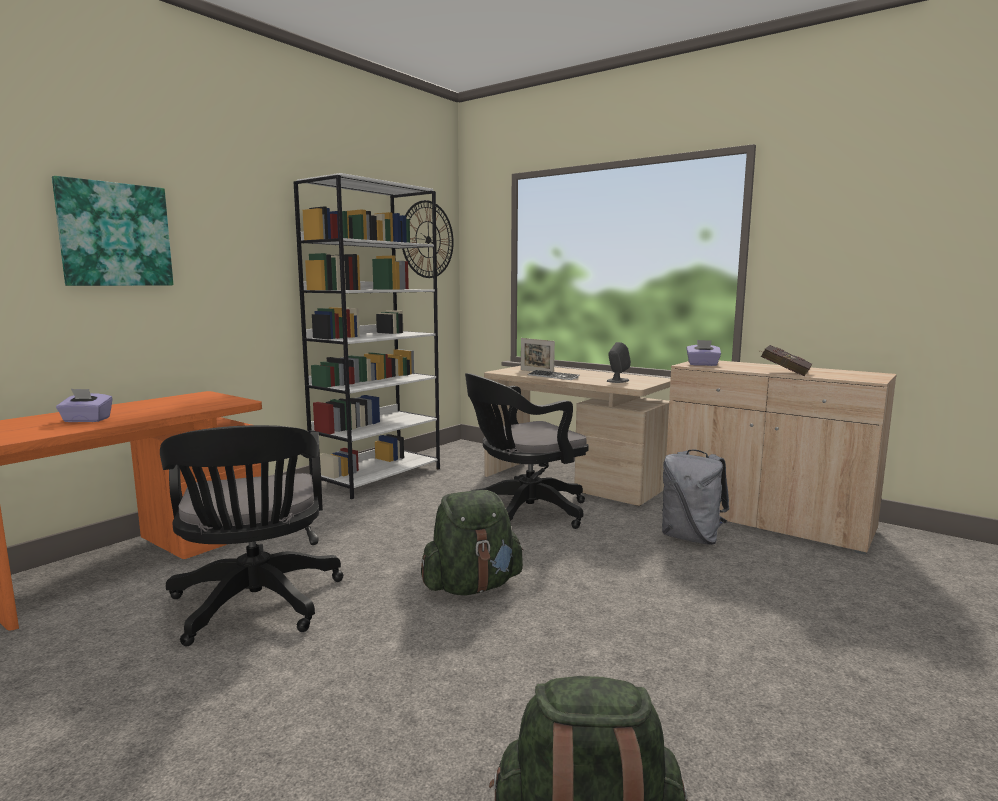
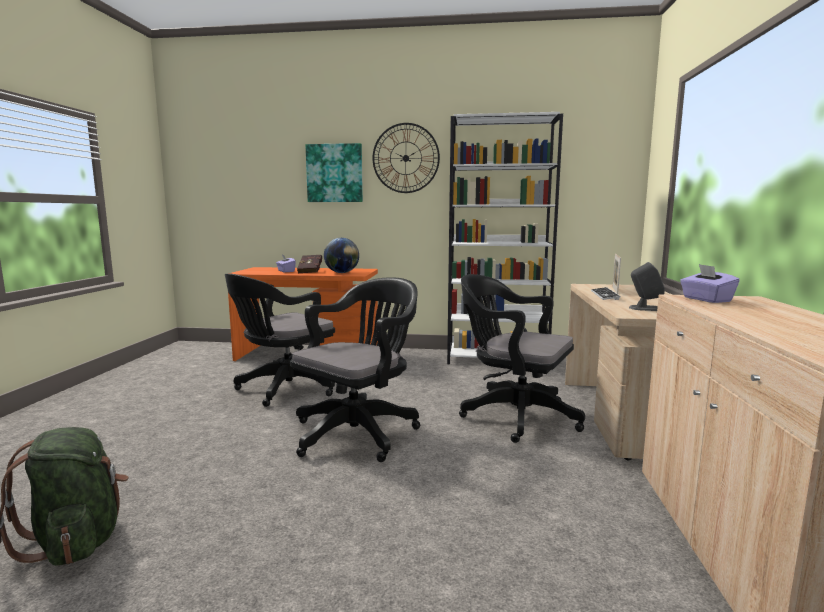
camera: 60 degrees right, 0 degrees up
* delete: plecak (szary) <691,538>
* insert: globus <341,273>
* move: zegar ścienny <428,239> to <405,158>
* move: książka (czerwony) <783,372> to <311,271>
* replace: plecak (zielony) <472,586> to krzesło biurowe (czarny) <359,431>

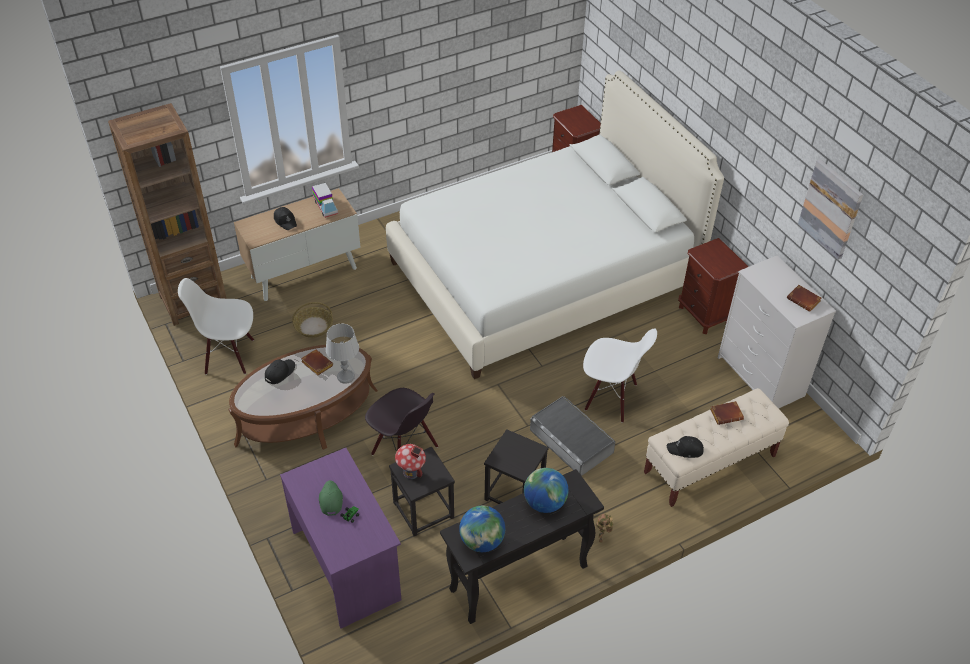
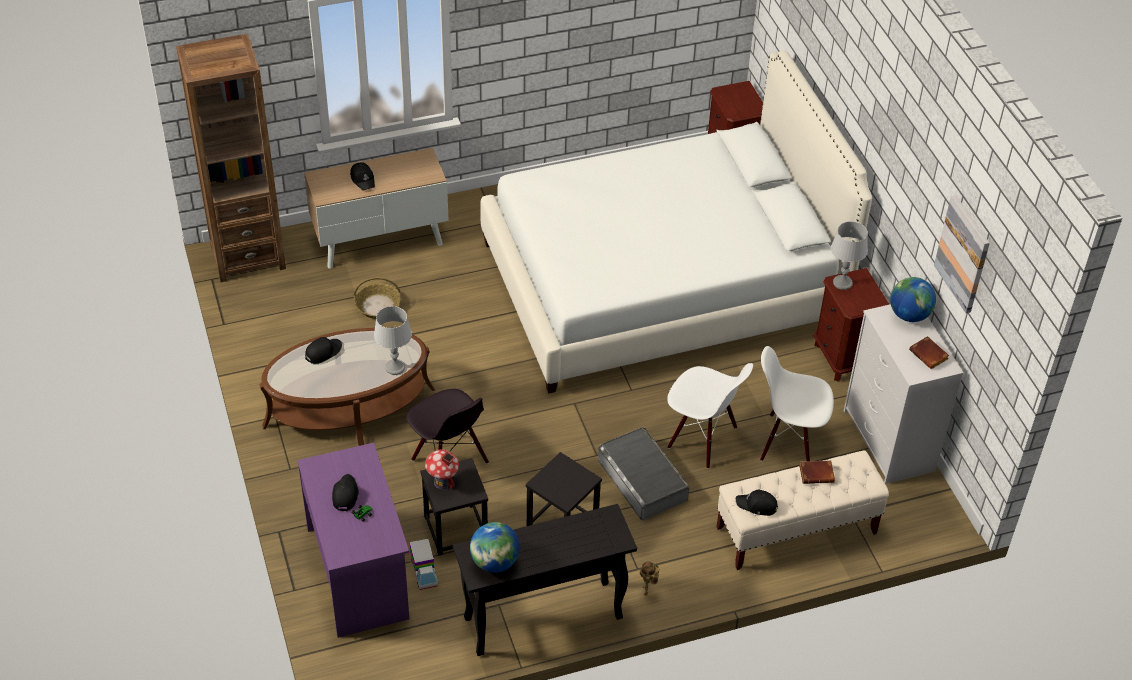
camera: 10 degrees right, 0 degrees up
* delete: książka (brązowy) <316,364>
* insert: lampa stołowa (szary) <842,283>
* move: krzesło (biały) <229,356> to <788,442>
* move: ciężarówka zabawkowa <325,206> to <424,571>
* move: globus <544,503> to <909,315>
* recolor: czapka z daszkiem (zielony) <330,500> to czapka z daszkiem (czarny) <345,495>

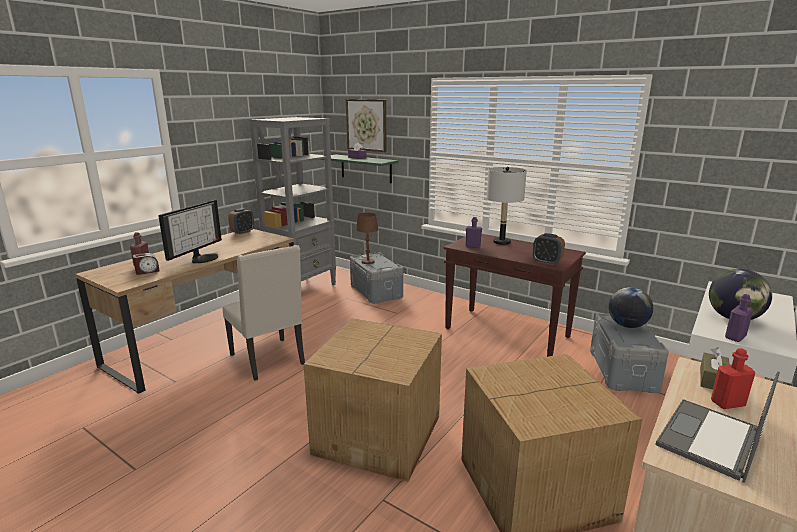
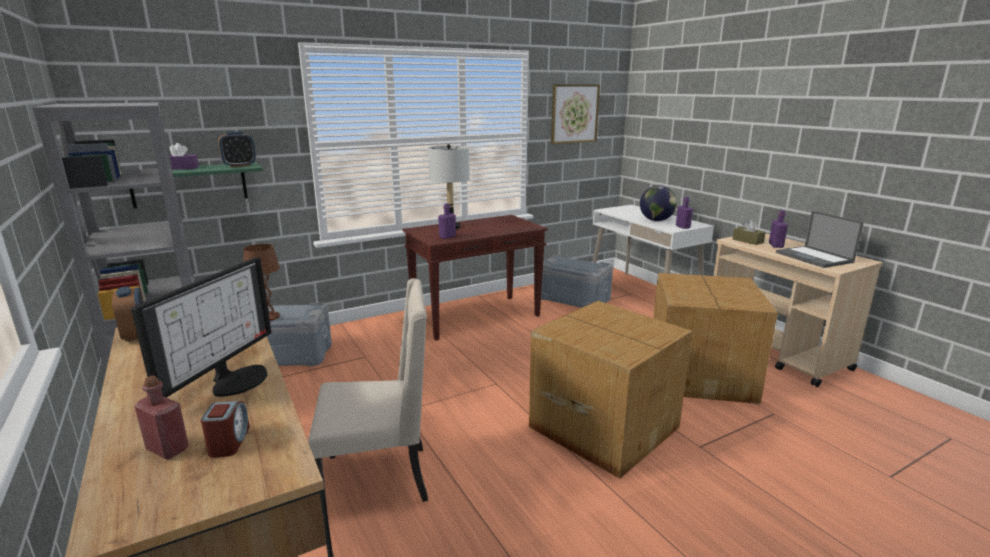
camera: 65 degrees left, 0 degrees up
* delete: globus <627,325>
* move: obraz <366,125> to <574,114>
* move: budzik <547,262> to <239,166>
* recolor: butelka (czerwony) <727,403> to butelka (fioletowy) <775,245>
* rotate: monitor <203,258> = <236,379> 60 degrees clockwise

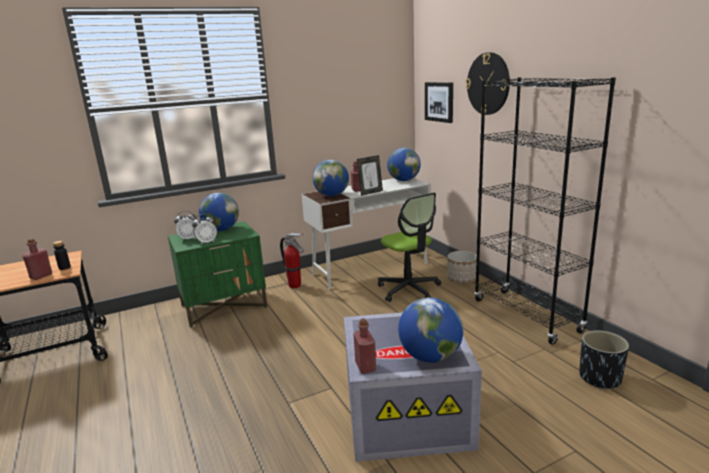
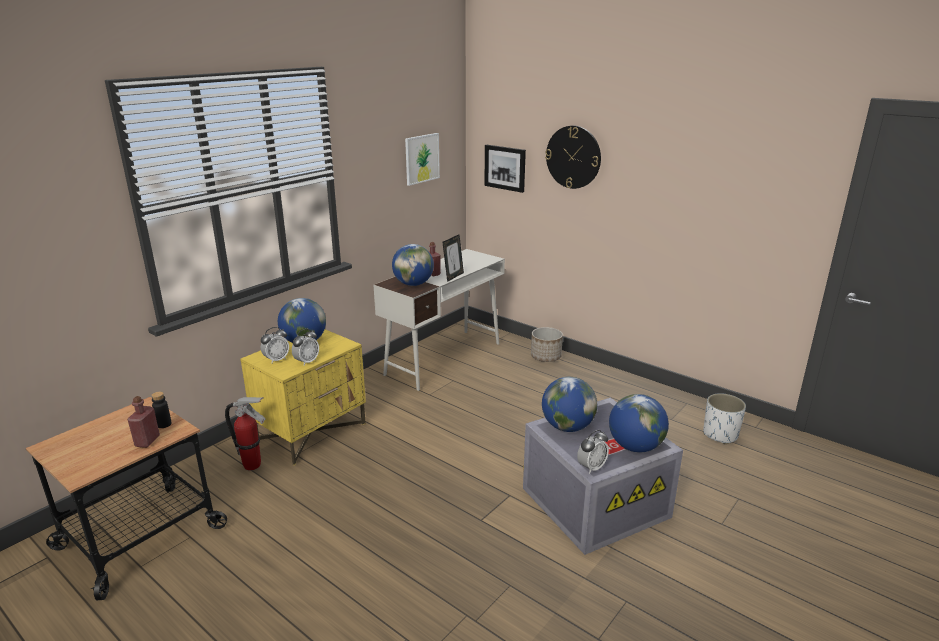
camera: 25 degrees left, 5 degrees up
* delete: krzesło biurowe <409,289>
* delete: regał (czarny) <526,316>
* insert: obraz <422,158>
* move: gaśnica <295,286> to <253,465>
* move: globus <403,180> to <567,427>
* replace: butelka (czerwony) <365,366> to budzik <591,467>
* recolor: szafka nocna (zielony) <224,306> to szafka nocna (żółty) <312,431>
* recolor: donica (czarny) <600,378> to donica (biały) <720,434>

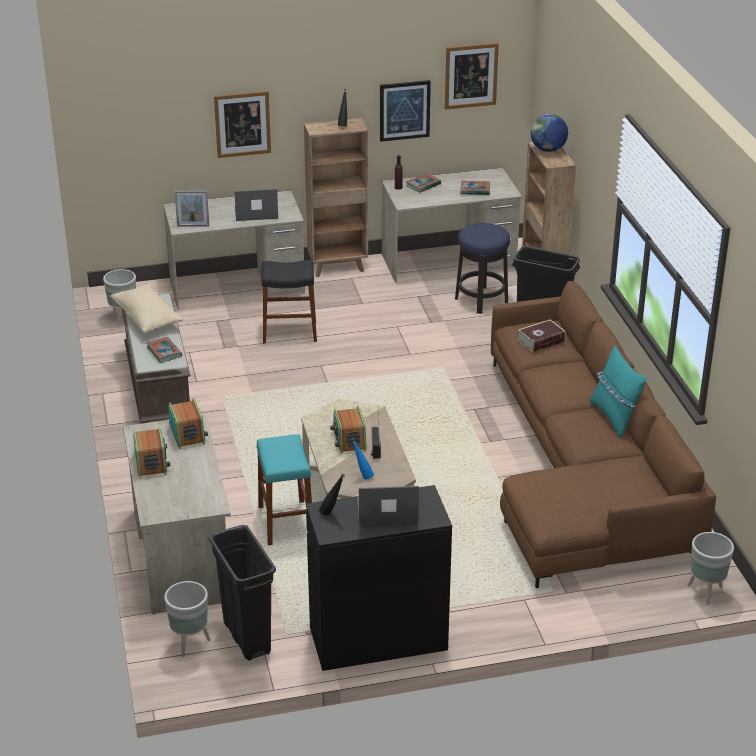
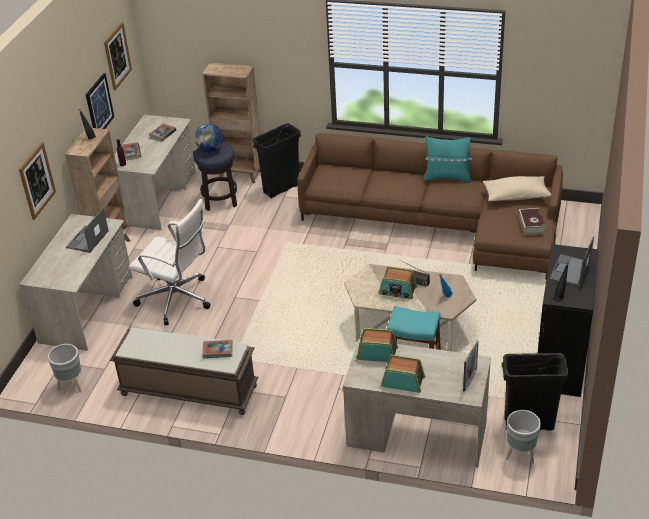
camera: 60 degrees left, 5 degrees up
* delete: donica (szary) <706,592>
* move: poduszka (beżowy) <147,318> to <516,196>
* move: ramka na zdjęcie <193,226> to <470,380>
* move: książka <541,341> to <531,225>
* move: globus <548,150> to <210,150>
* replace: stołek (czarny) <289,332> to krzesło biurowe (biały) <177,300>

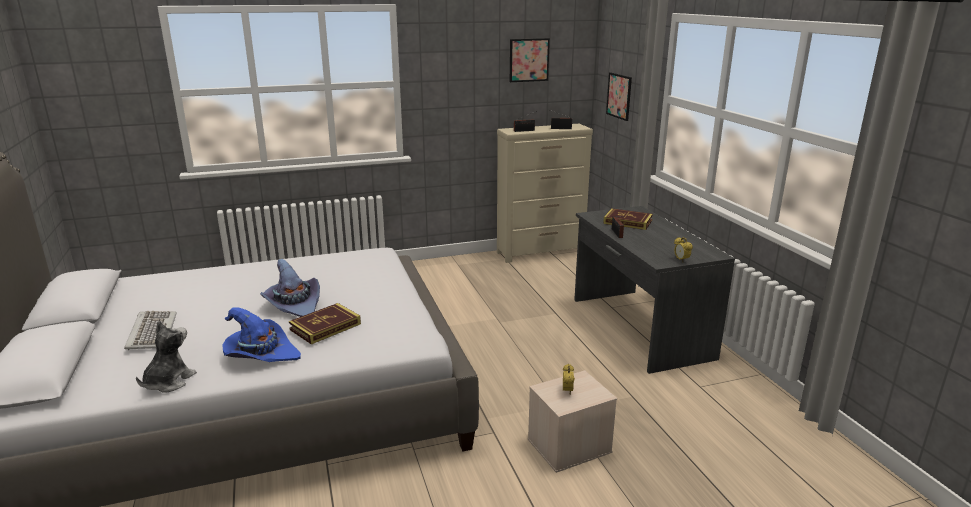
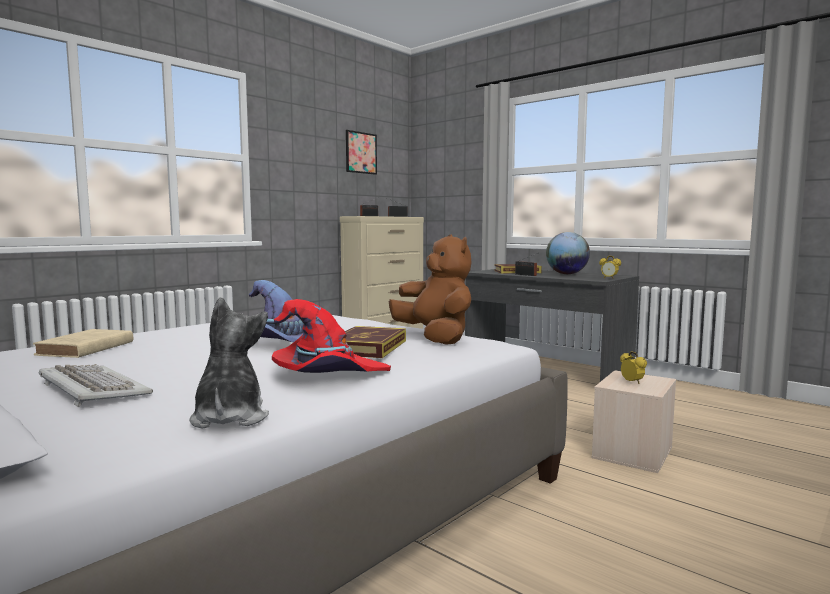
camera: 30 degrees left, 15 degrees down
* delete: obraz <619,96>
* insert: książka (beżowy) <84,349>
* insert: pluszak (brązowy) <435,338>
* insert: globus <566,274>
* recolor: kapelusz (niebieski) <261,354> to kapelusz (czerwony) <327,375>

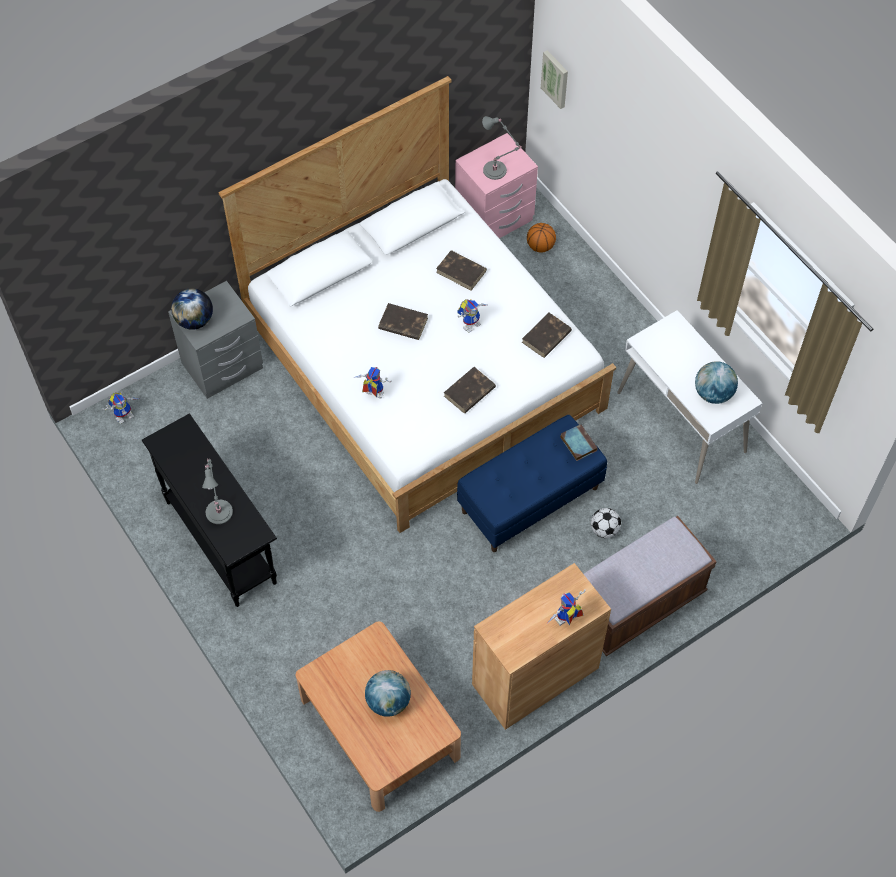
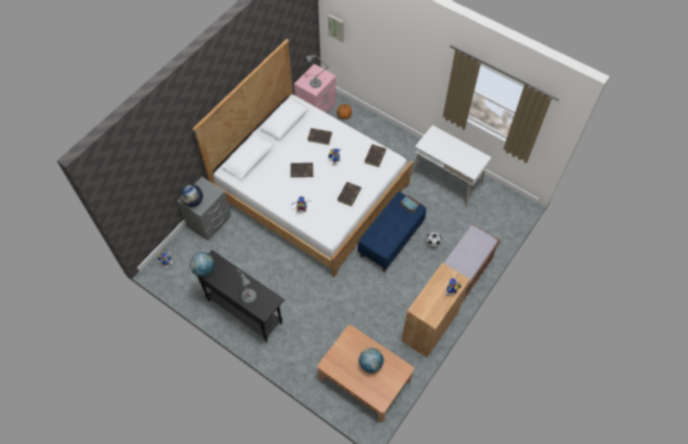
camera: 20 degrees left, 0 degrees up
* move: globus <713,393> to <204,269>

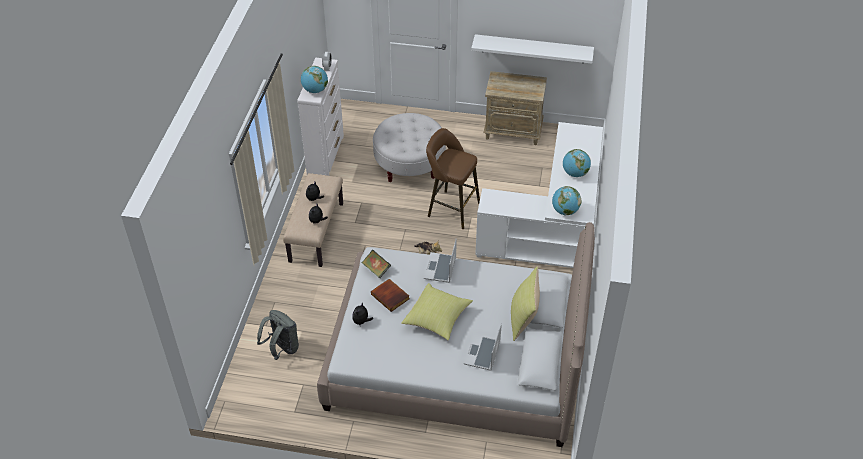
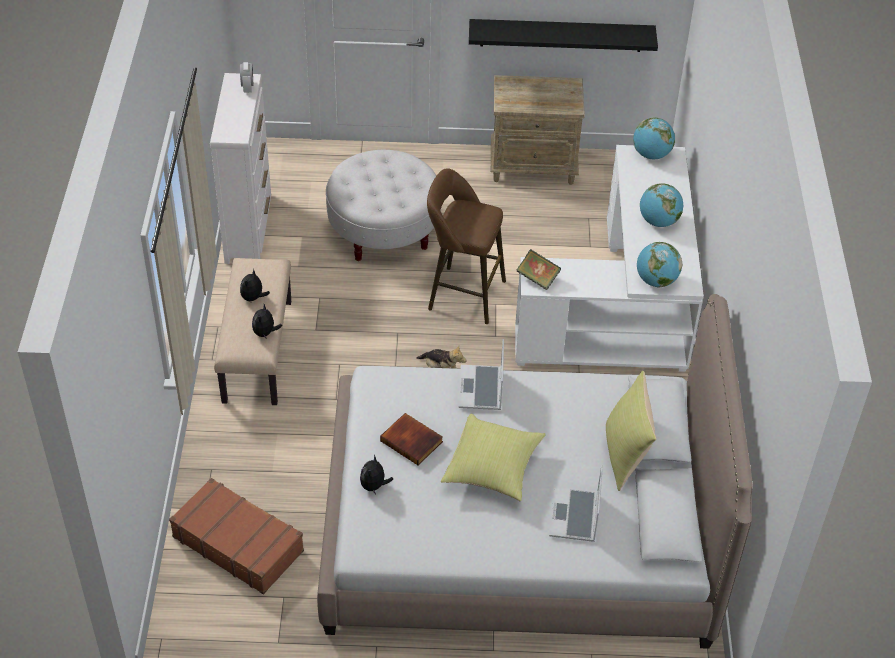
camera: 10 degrees left, 0 degrees up
* move: globus <315,90> to <651,155>
* move: książka <376,269> to <537,278>
* replace: plecak (szary) <282,349> to walizka (brązowy) <238,543>
* recolor: półka (biały) <533,48> to półka (czarny) <561,35>

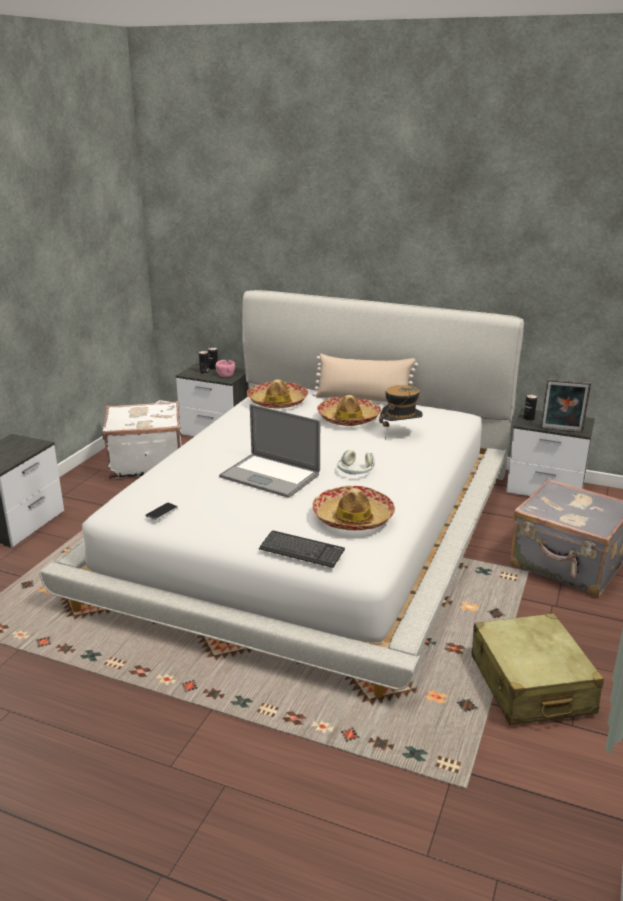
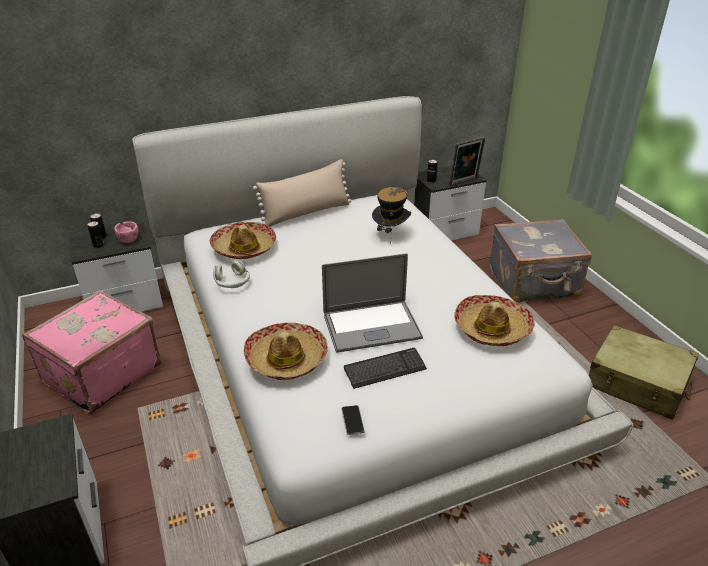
camera: 45 degrees left, 10 degrees up
* move: klawiatura <301,551> to <384,369>
* move: kapelusz <348,418> to <286,358>
* move: słuchawki <355,471> to <232,282>
* recolor: walizka (biały) <146,462> to walizka (różowy) <100,373>

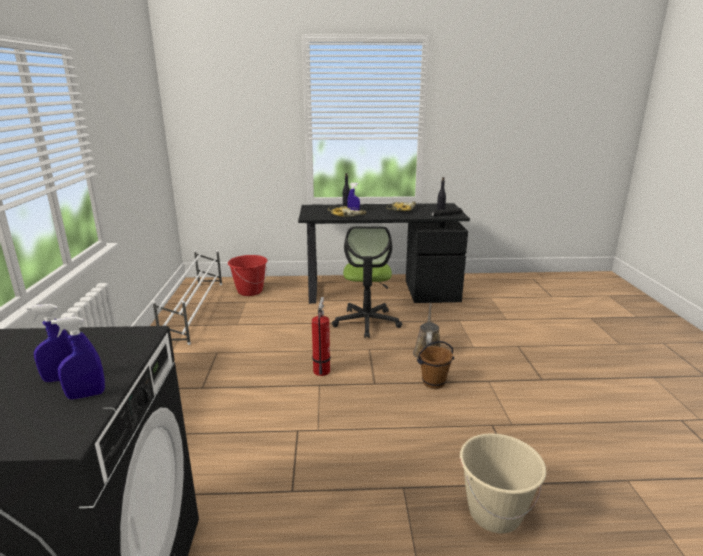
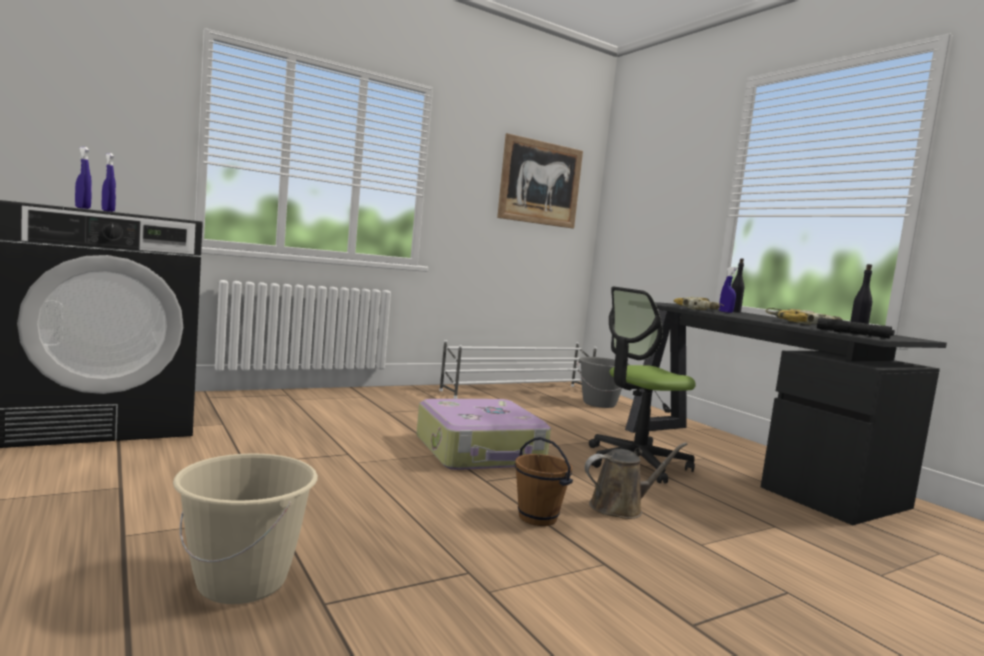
camera: 60 degrees right, 15 degrees down
* insert: obraz <540,183>
* replace: gaśnica <322,370> to walizka <480,451>
* recolor: wiadro (czerwony) <250,291> to wiadro (szary) <599,403>

